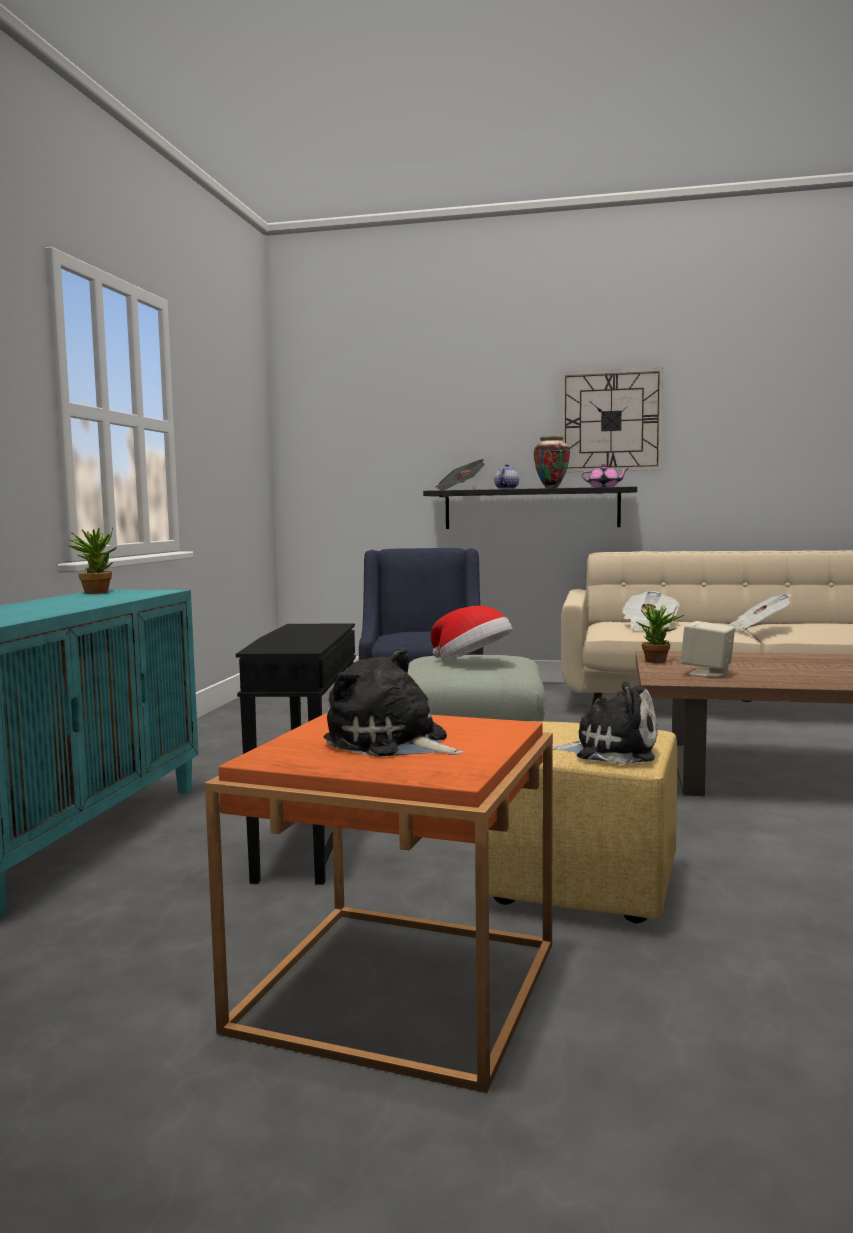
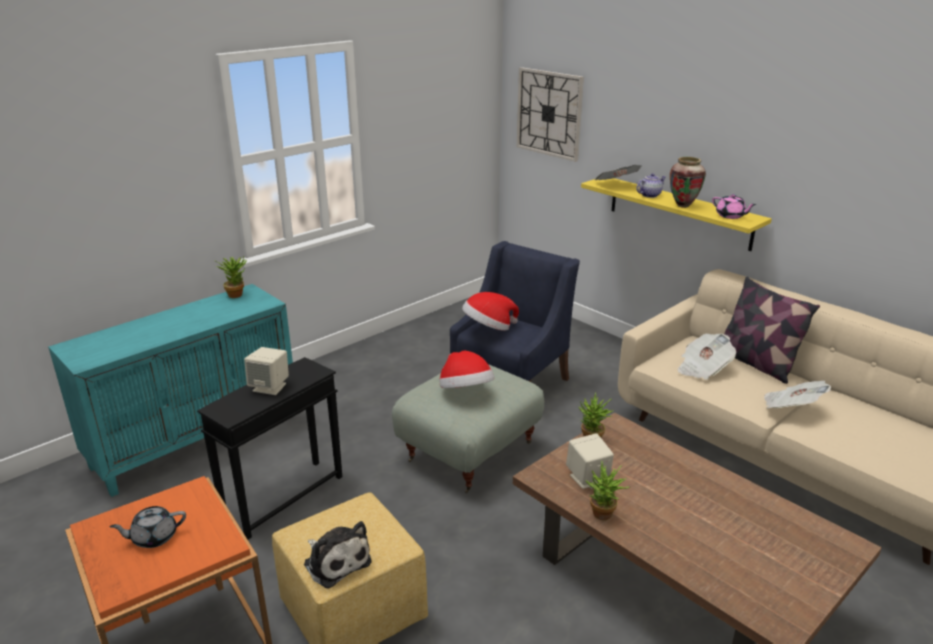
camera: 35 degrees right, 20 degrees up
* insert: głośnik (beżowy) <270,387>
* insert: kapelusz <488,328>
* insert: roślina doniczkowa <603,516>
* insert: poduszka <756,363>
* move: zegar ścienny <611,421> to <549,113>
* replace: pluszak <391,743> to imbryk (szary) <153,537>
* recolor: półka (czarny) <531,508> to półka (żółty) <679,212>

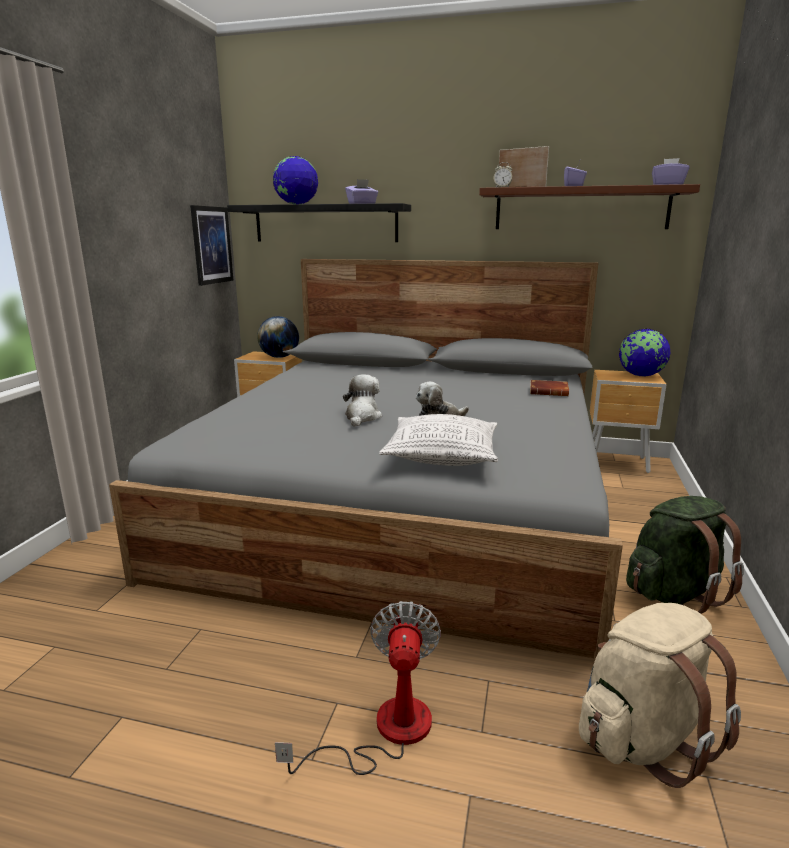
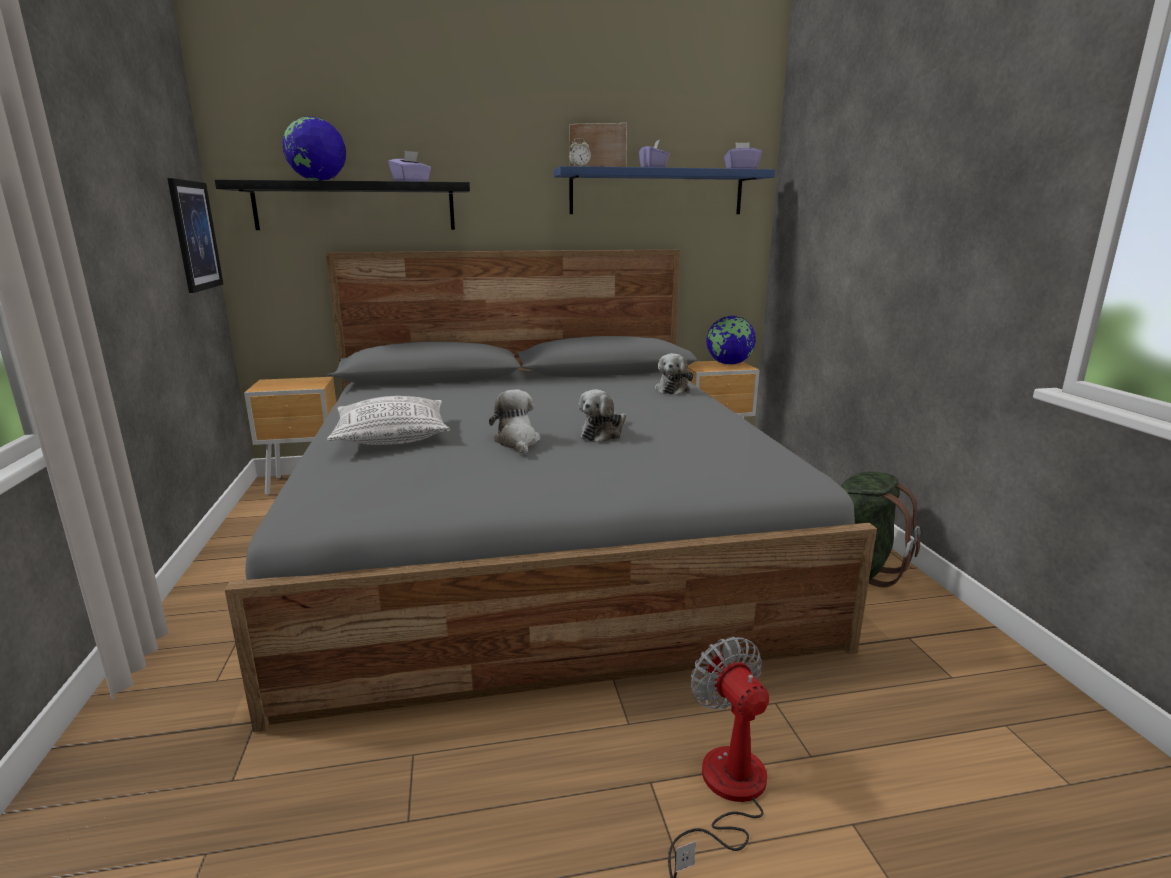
camera: 25 degrees left, 0 degrees up
* delete: globus <279,357>
* delete: plecak (beżowy) <643,738>
* move: poduszka <442,456> to <392,437>
* replace: książka (brązowy) <549,392> to pluszak <673,389>
* recolor: półka (brązowy) <581,209> to półka (niebieski) <657,192>

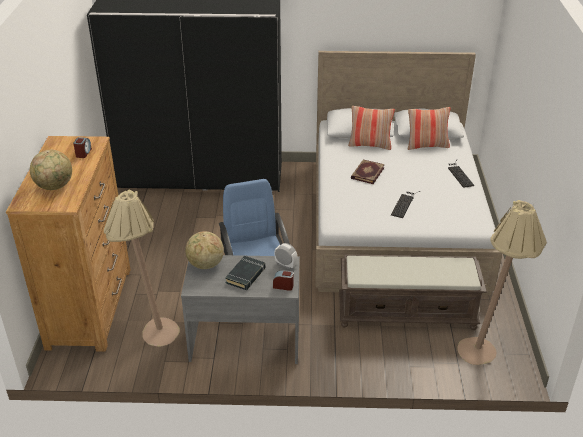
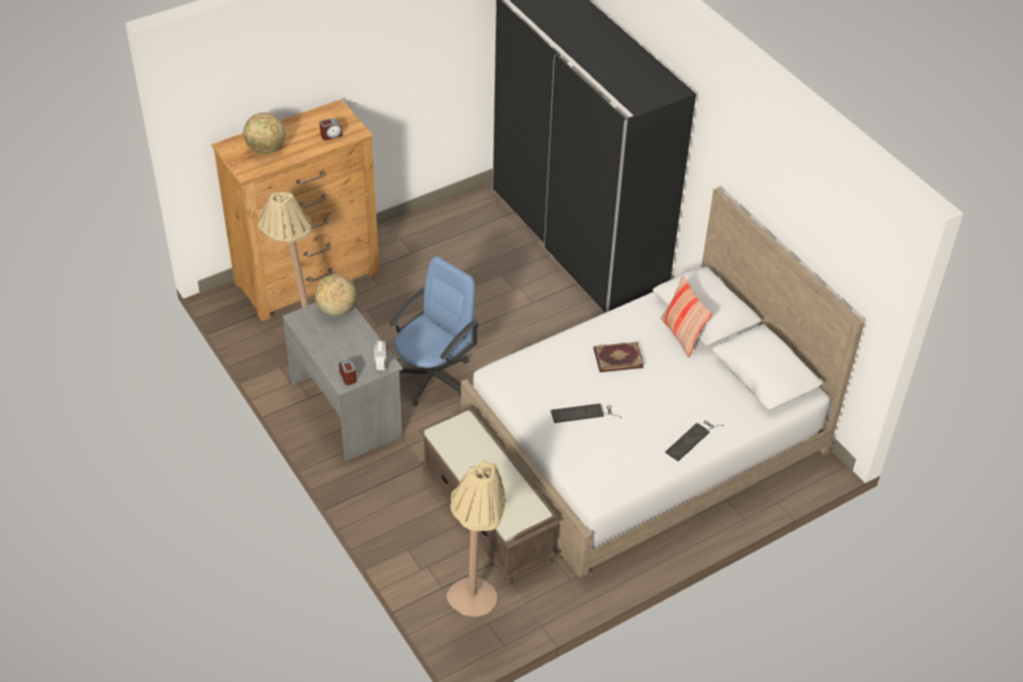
camera: 55 degrees right, 10 degrees up
* delete: książka (czarny) <246,275>
* delete: poduszka <427,145>

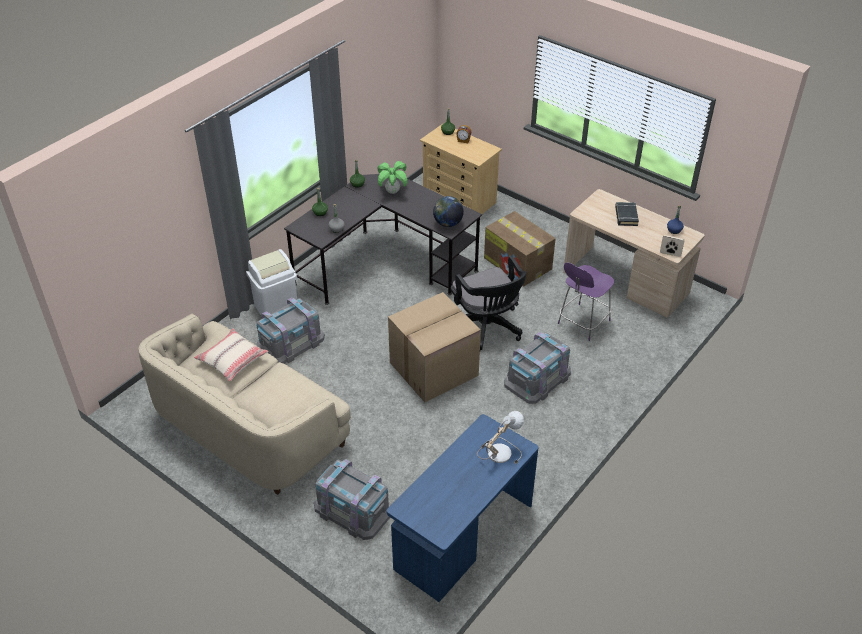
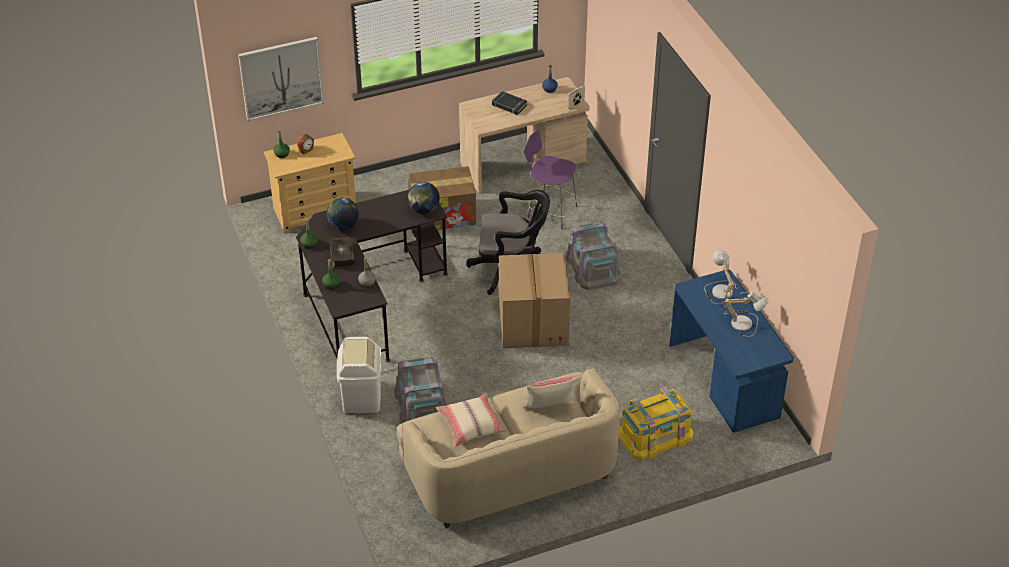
camera: 60 degrees left, 0 degrees up
* insert: obraz <281,78>
* insert: książka <341,256>
* insert: poduszka (beżowy) <550,409>
* insert: lampa stołowa <743,322>
* replace: roślina doniczkowa <392,191> to globus <343,226>
* recolor: pojemnik do przechowywania (szary) <353,509> to pojemnik do przechowywania (żółty) <655,435>
* rotate: krzesło (fioletowy) <582,323> = <550,211> 135 degrees clockwise

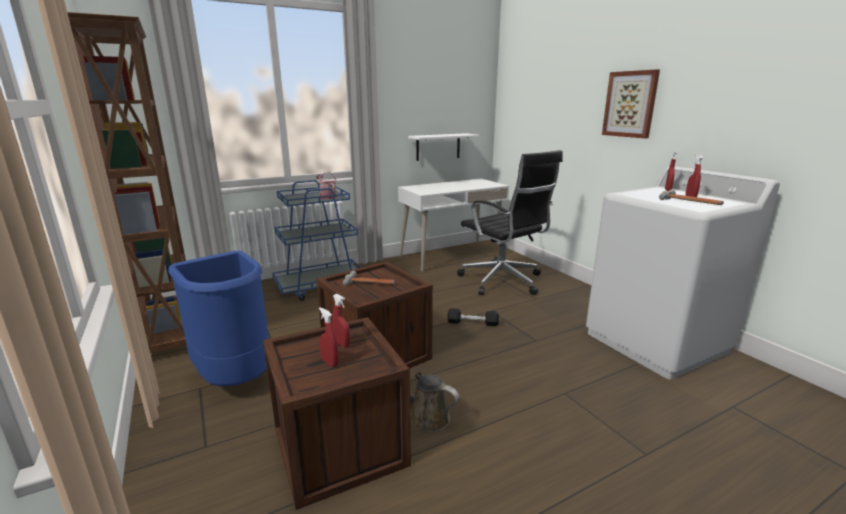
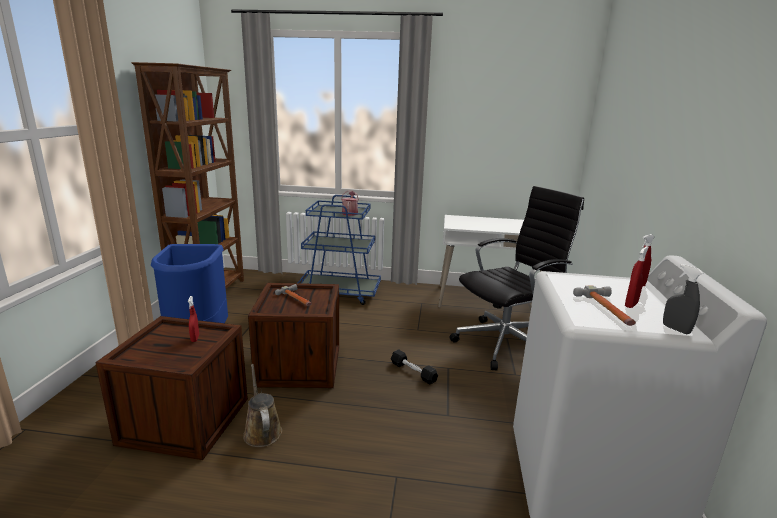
camera: 35 degrees right, 0 degrees up
* delete: spryskiwacz (czerwony) <330,362>
* delete: półka (biały) <438,147>
* delete: obraz <630,104>
* insert: spryskiwacz (szary) <676,329>
* rotate: krzesło biurowe (czarny) <503,281> = <506,344> 120 degrees counterclockwise

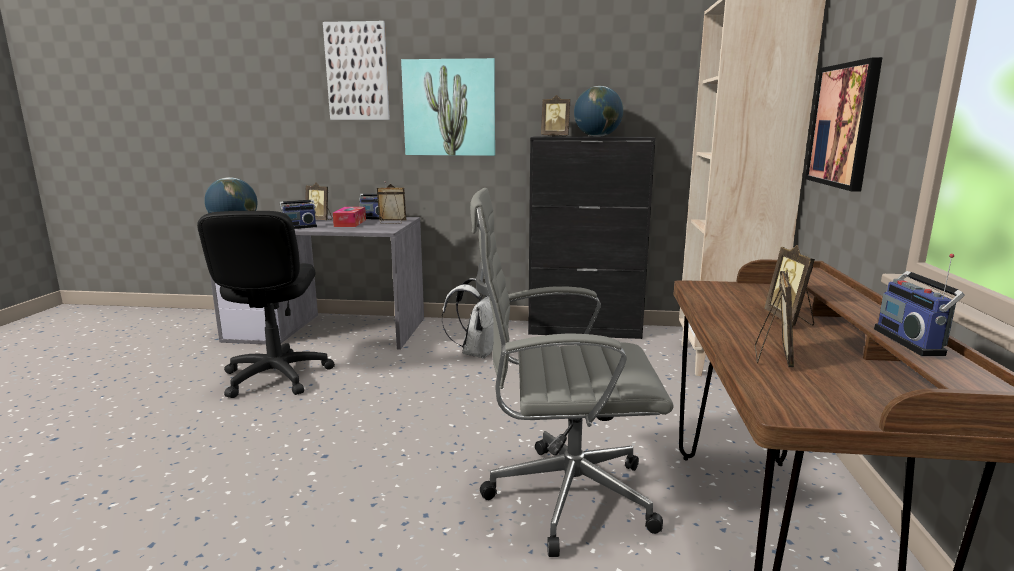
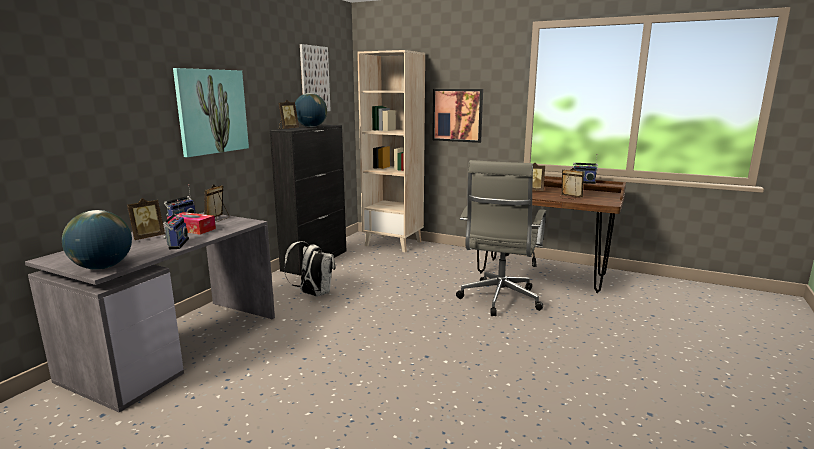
camera: 70 degrees left, 0 degrees up
* delete: krzesło biurowe (czarny) <276,377>
* move: obraz <357,71> to <314,79>

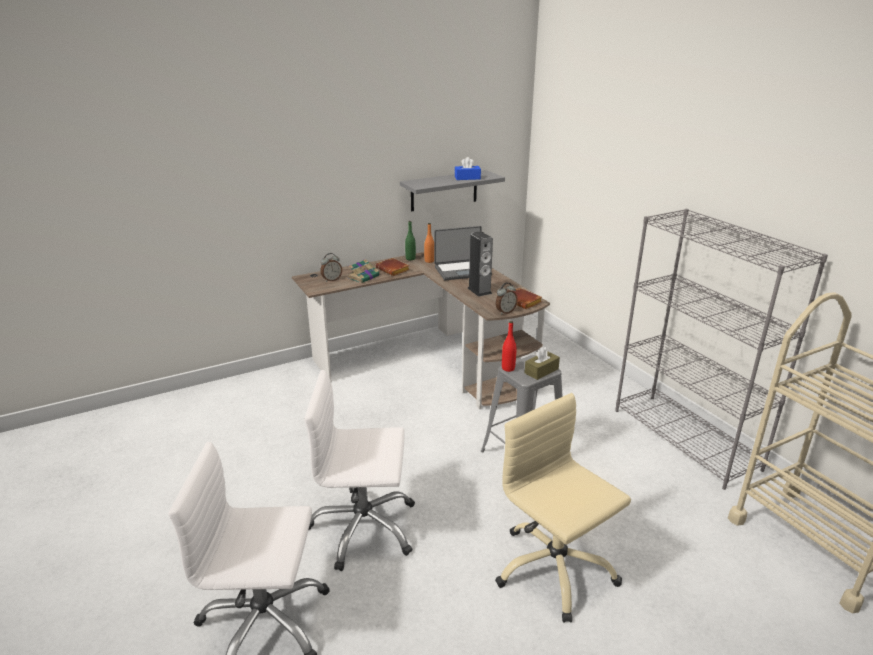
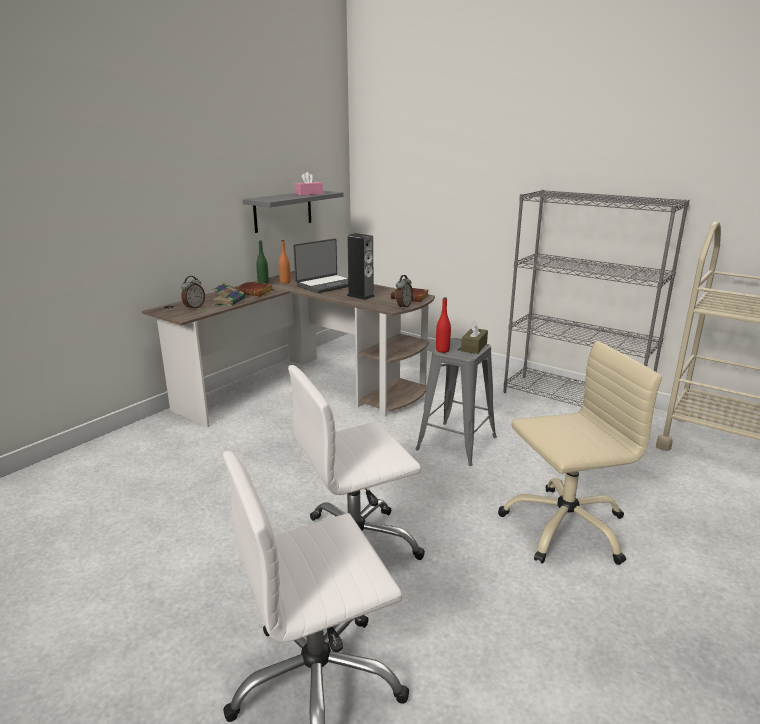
camera: 25 degrees left, 5 degrees down
* recolor: pudełko chusteczek (niebieski) <467,178> to pudełko chusteczek (różowy) <308,194>
* rotate: krzesło biurowe (beżowy) <554,569> = <564,526> 135 degrees clockwise

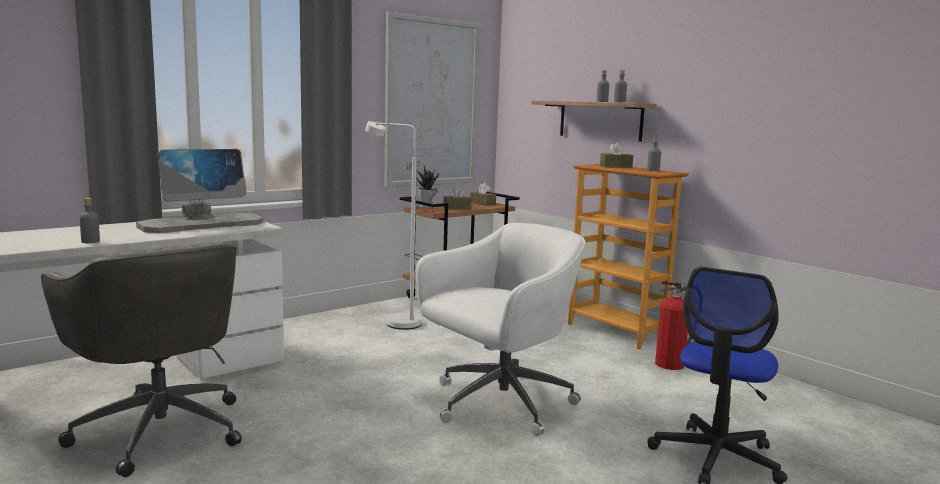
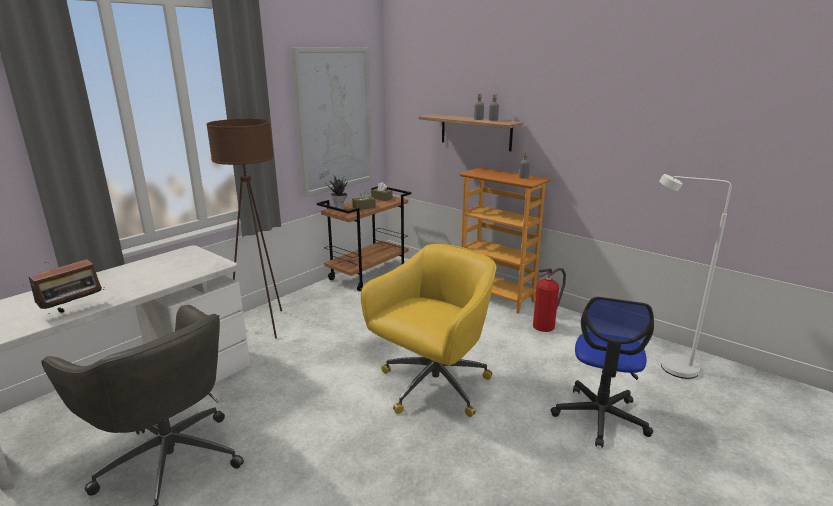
camera: 10 degrees left, 10 degrees up
* delete: monitor <203,224>
* delete: pudełko chusteczek (brązowy) <616,166>
* insert: lampa stojąca (brązowy) <263,325>
* move: lampa stojąca (biały) <396,321> to <668,366>
* replace: butelka (szary) <90,241> to radio <74,310>
* recolor: krzesło biurowe (biały) <498,404> to krzesło biurowe (żółty) <432,386>

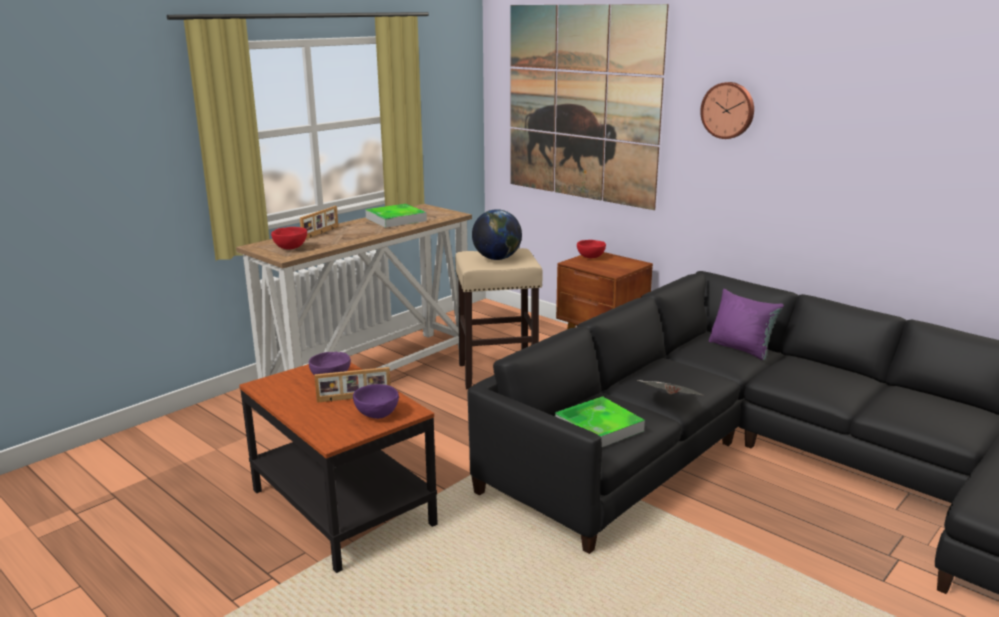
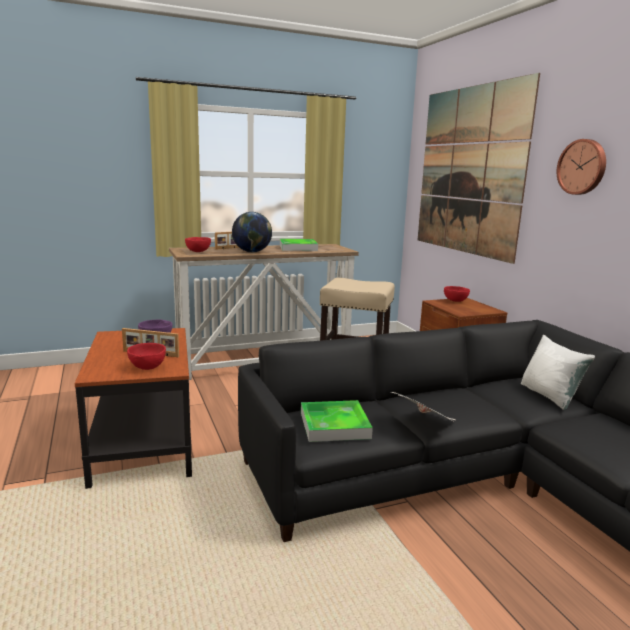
camera: 25 degrees right, 5 degrees down
* move: globus <497,259> to <252,252>
* recolor: miska (fioletowy) <376,415> to miska (czerwony) <147,367>
* recolor: poduszka (fioletowy) <741,348> to poduszka (biały) <549,396>

